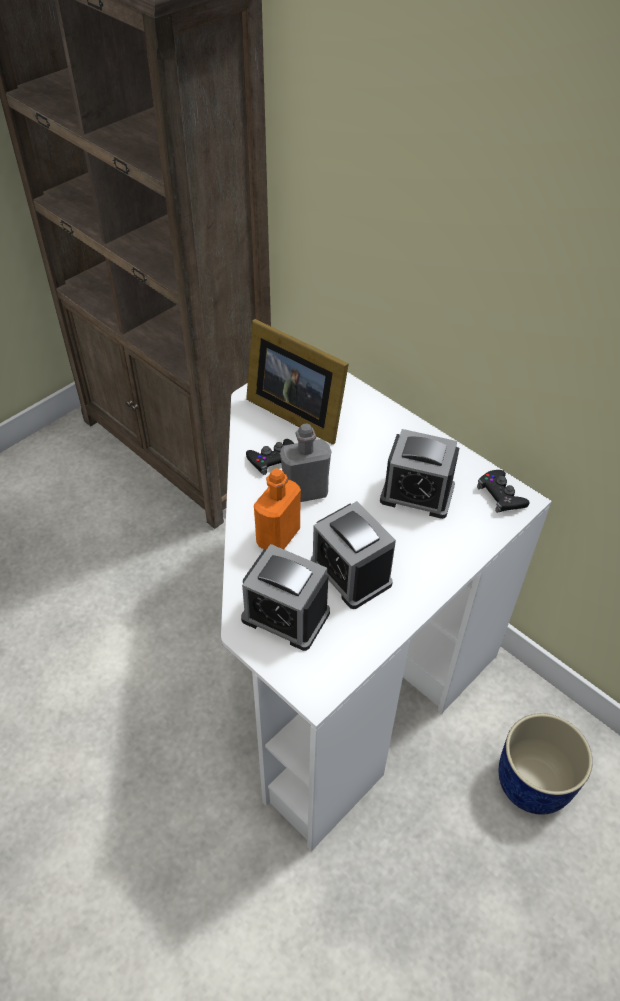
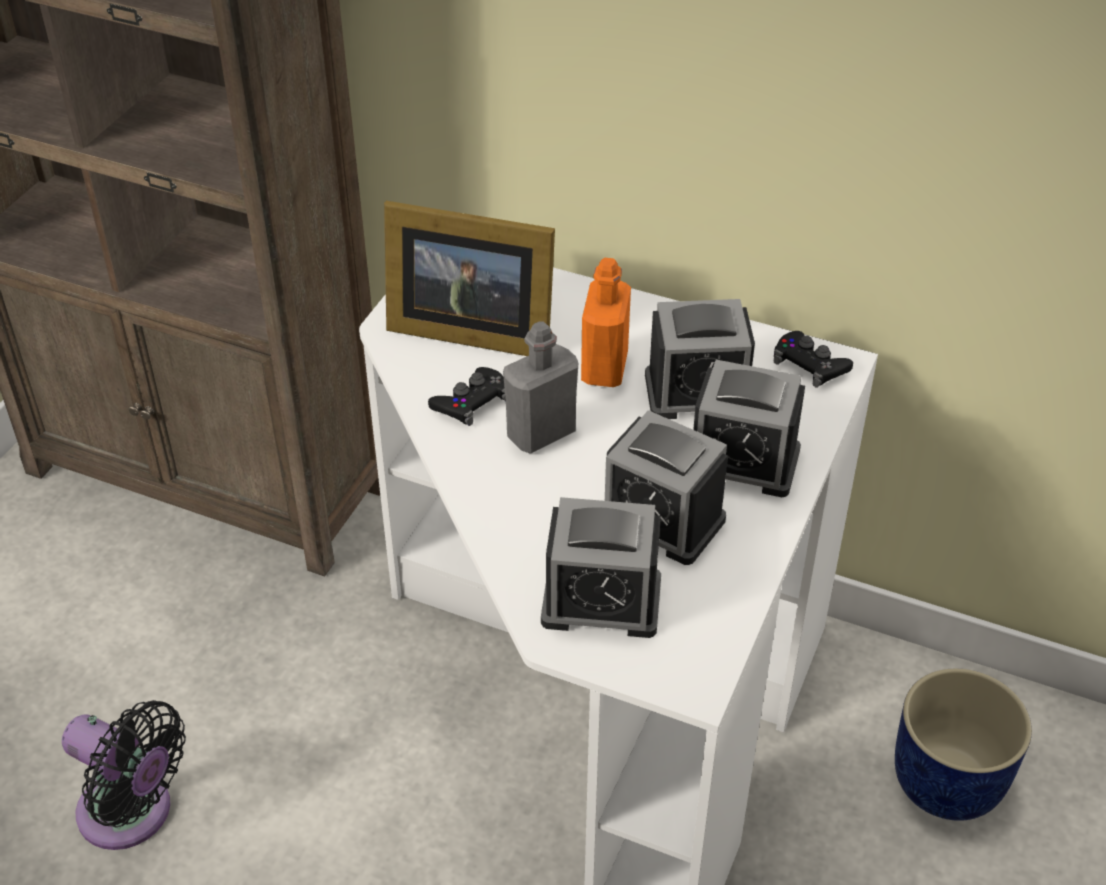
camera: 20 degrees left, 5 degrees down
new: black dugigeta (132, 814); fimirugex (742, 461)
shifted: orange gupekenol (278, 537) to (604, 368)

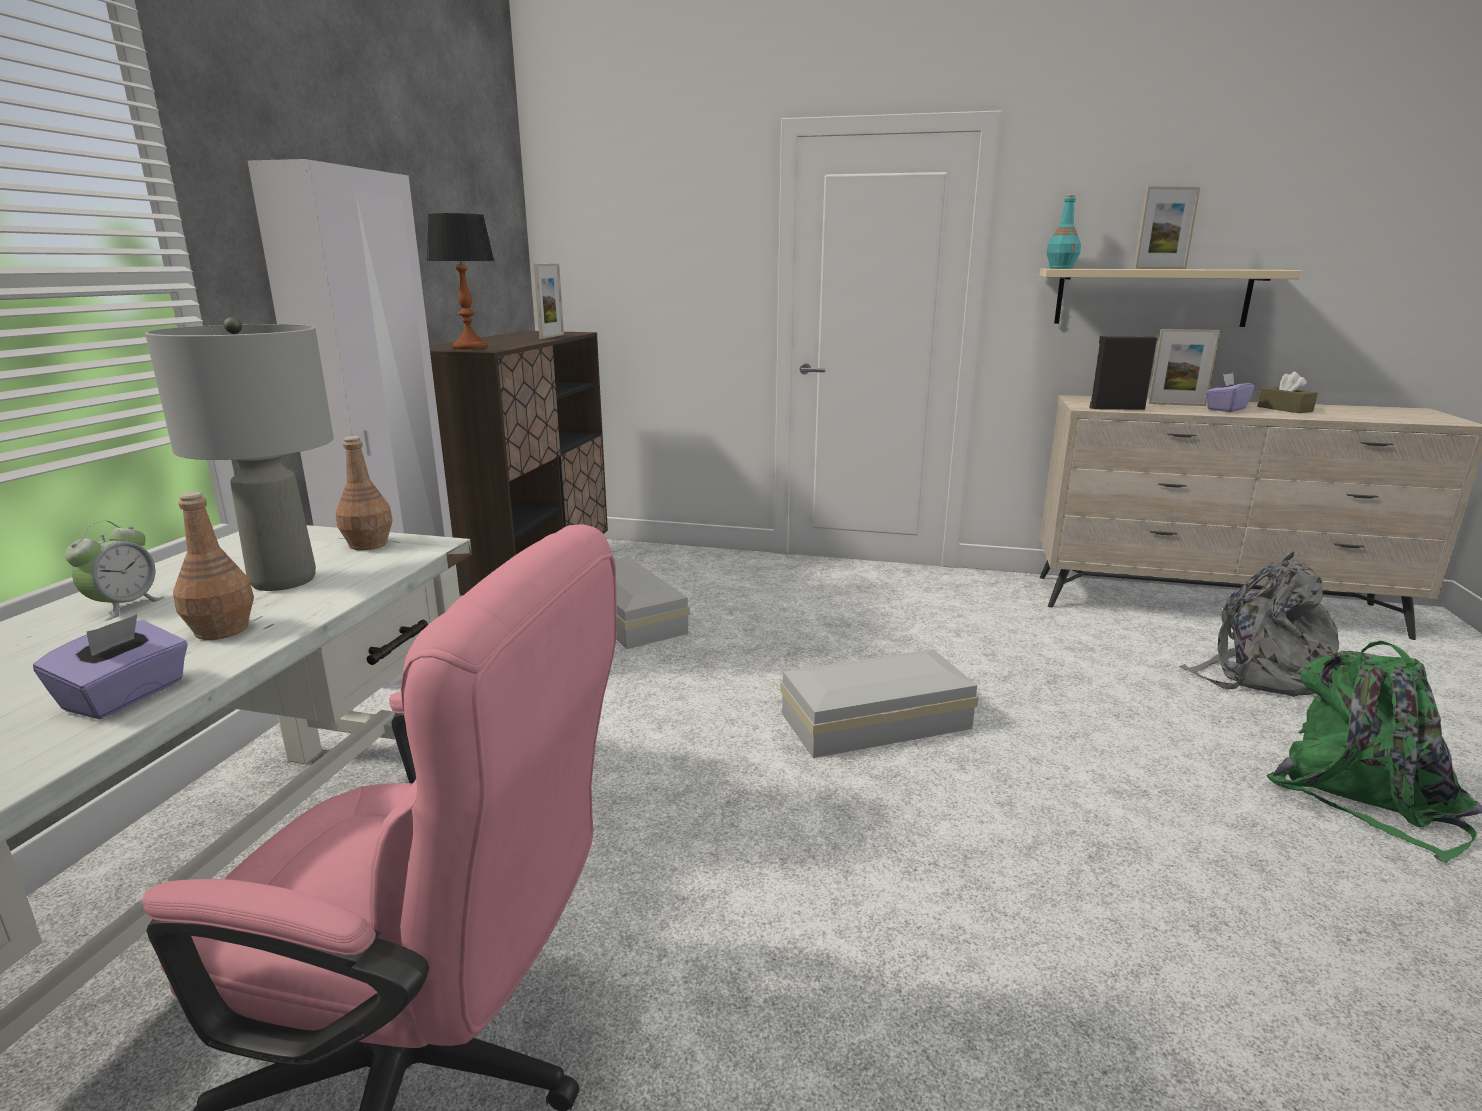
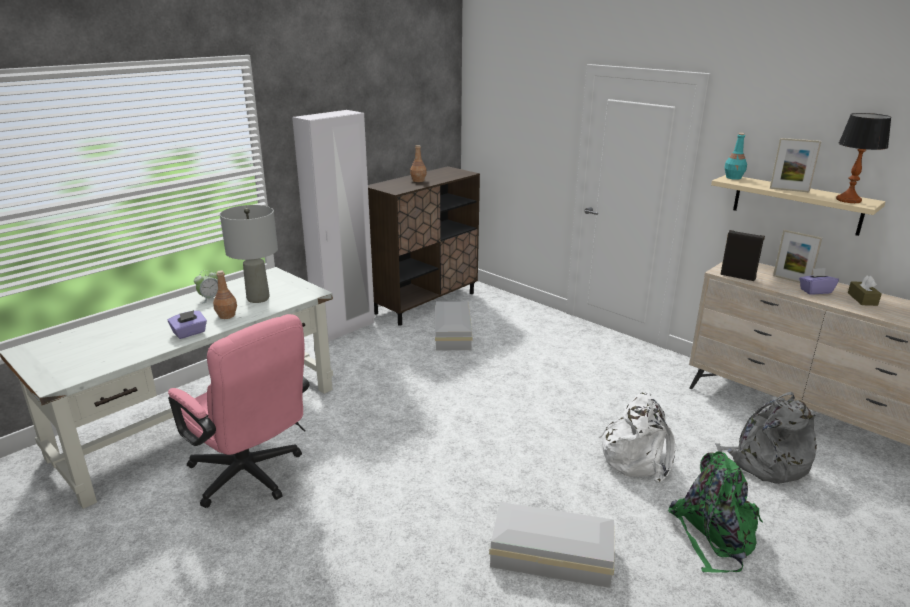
camera: 30 degrees right, 5 degrees up
gone: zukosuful (552, 336)
new: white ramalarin (637, 457)
shifted: brown gupekenol (368, 544) to (418, 180); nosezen (469, 347) to (848, 200); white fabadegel (872, 720) to (549, 554)

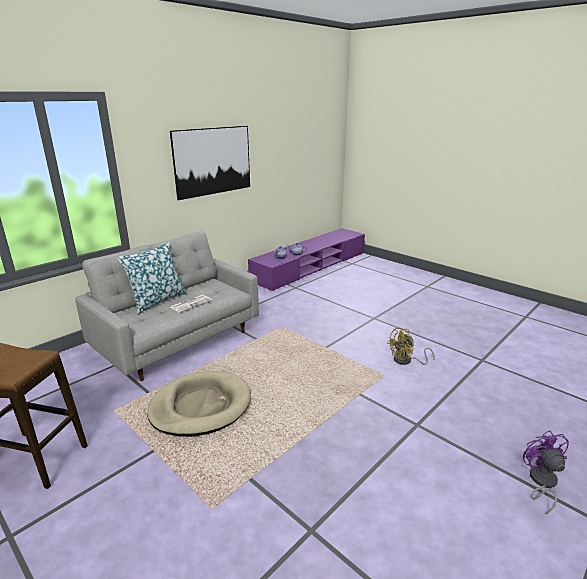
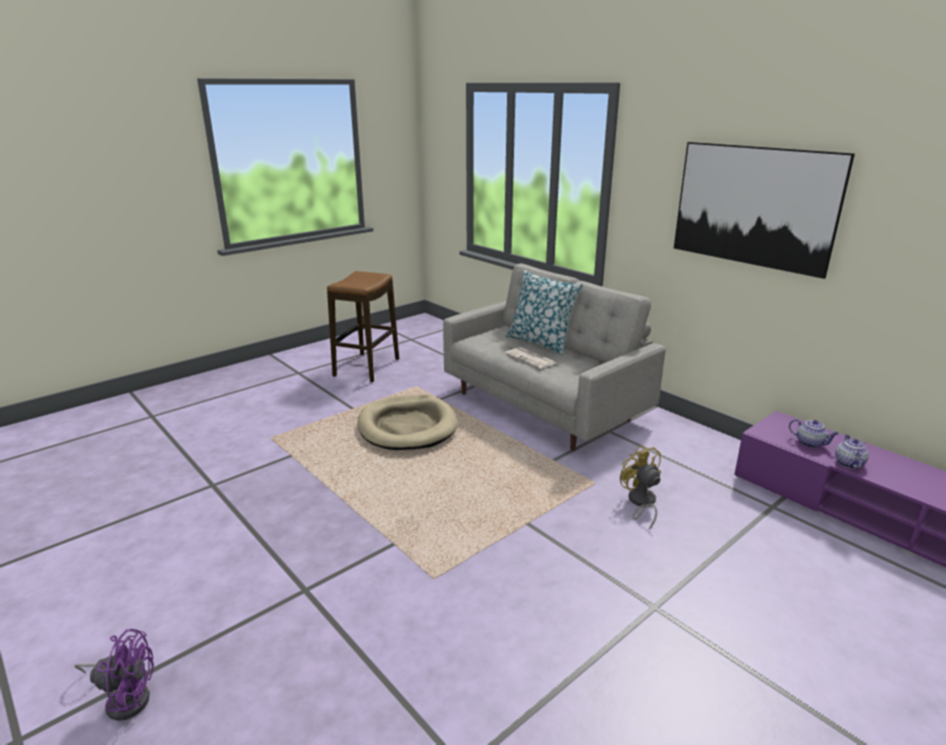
camera: 95 degrees right, 0 degrees up
shifted: yellow dugigeta (406, 361) to (640, 503)

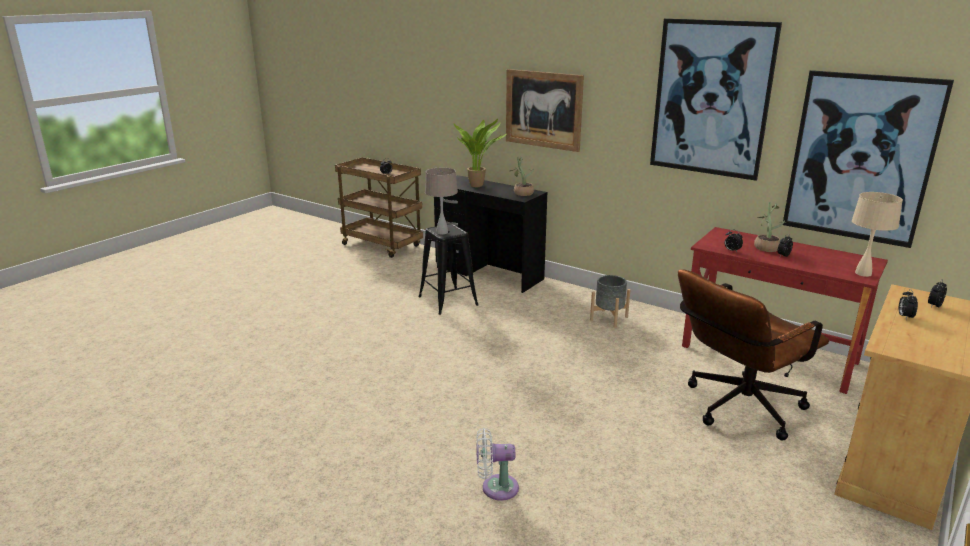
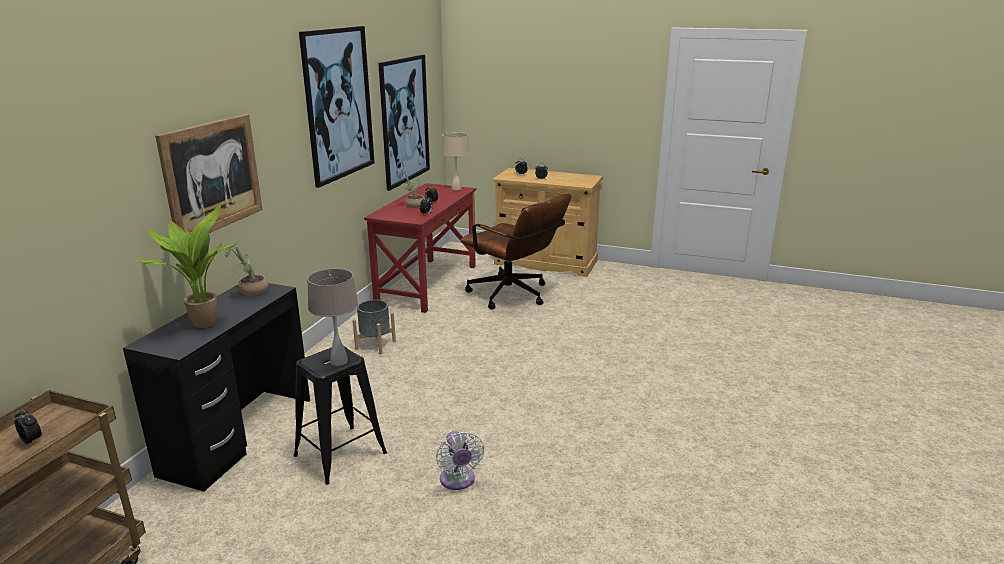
camera: 105 degrees left, 0 degrees up
shifted: white dugigeta (496, 488) to (458, 481)

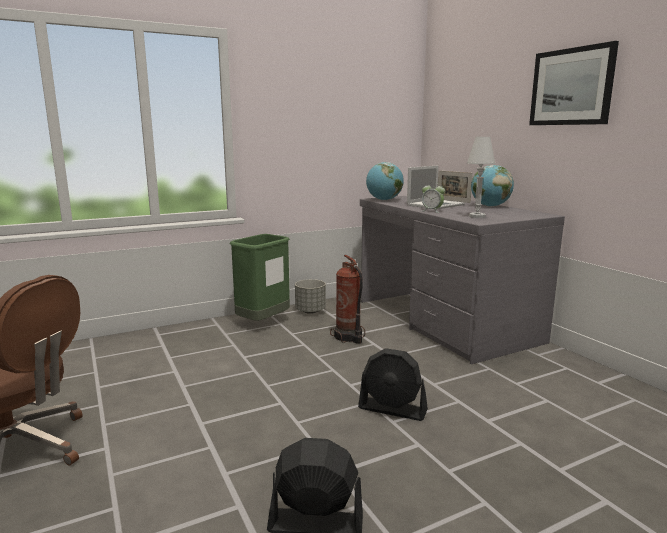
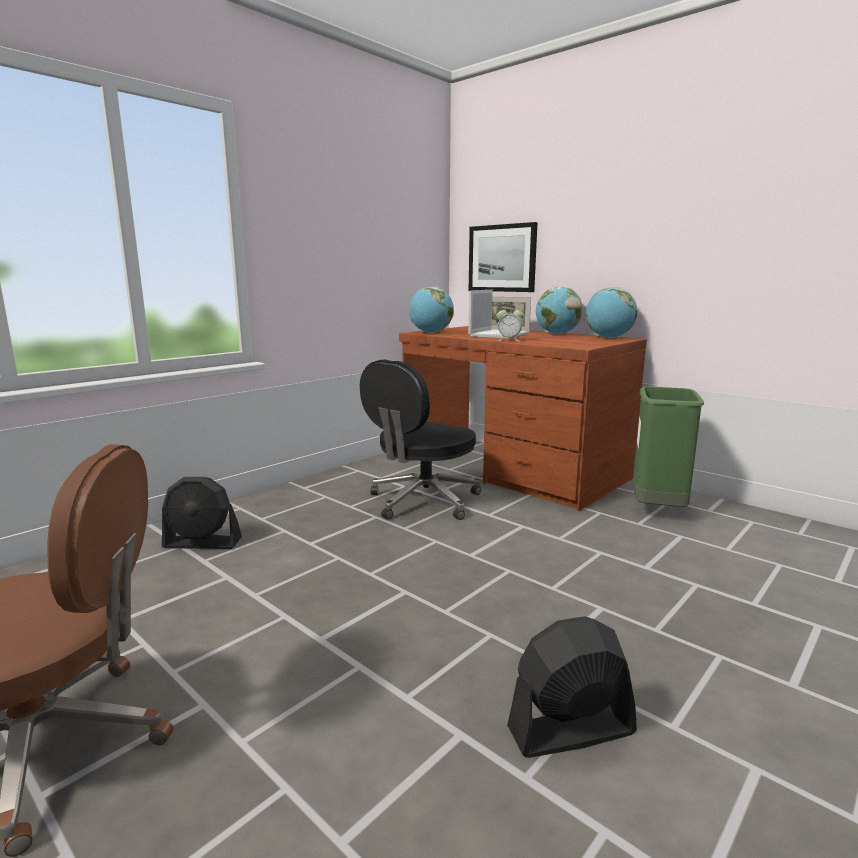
camera: 20 degrees left, 0 degrees up
gone: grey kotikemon (310, 311); white nosezen (477, 216)
new: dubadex (609, 338)
shifted: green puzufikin (263, 323) to (657, 509); black dugigeta (393, 409) to (202, 543); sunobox (571, 87) to (502, 258)
swapped: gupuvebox (348, 337) to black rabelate (423, 501)
repainted: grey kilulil (444, 321) to brown kilulil (512, 469)

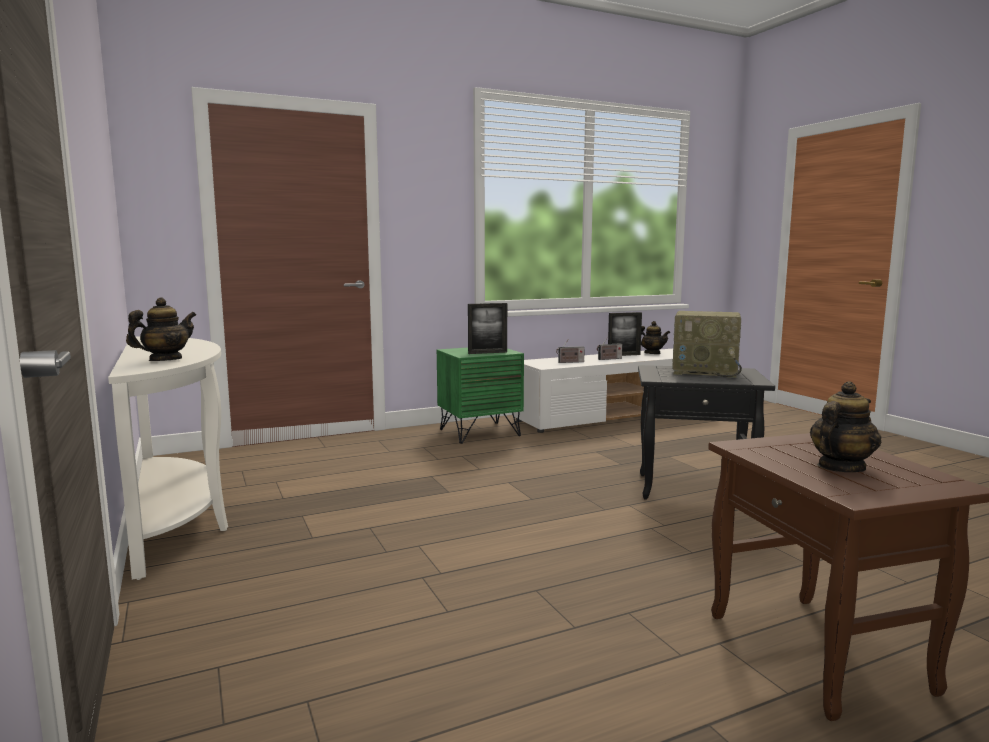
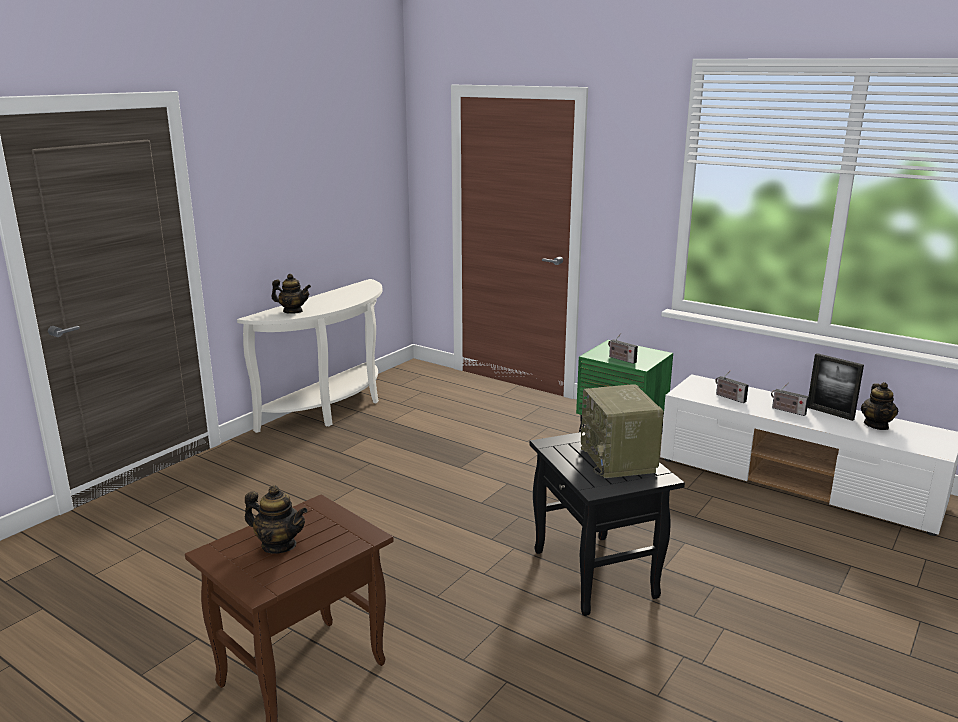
camera: 60 degrees right, 10 degrees up
swapped: zukosuful (487, 353) to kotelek (621, 359)

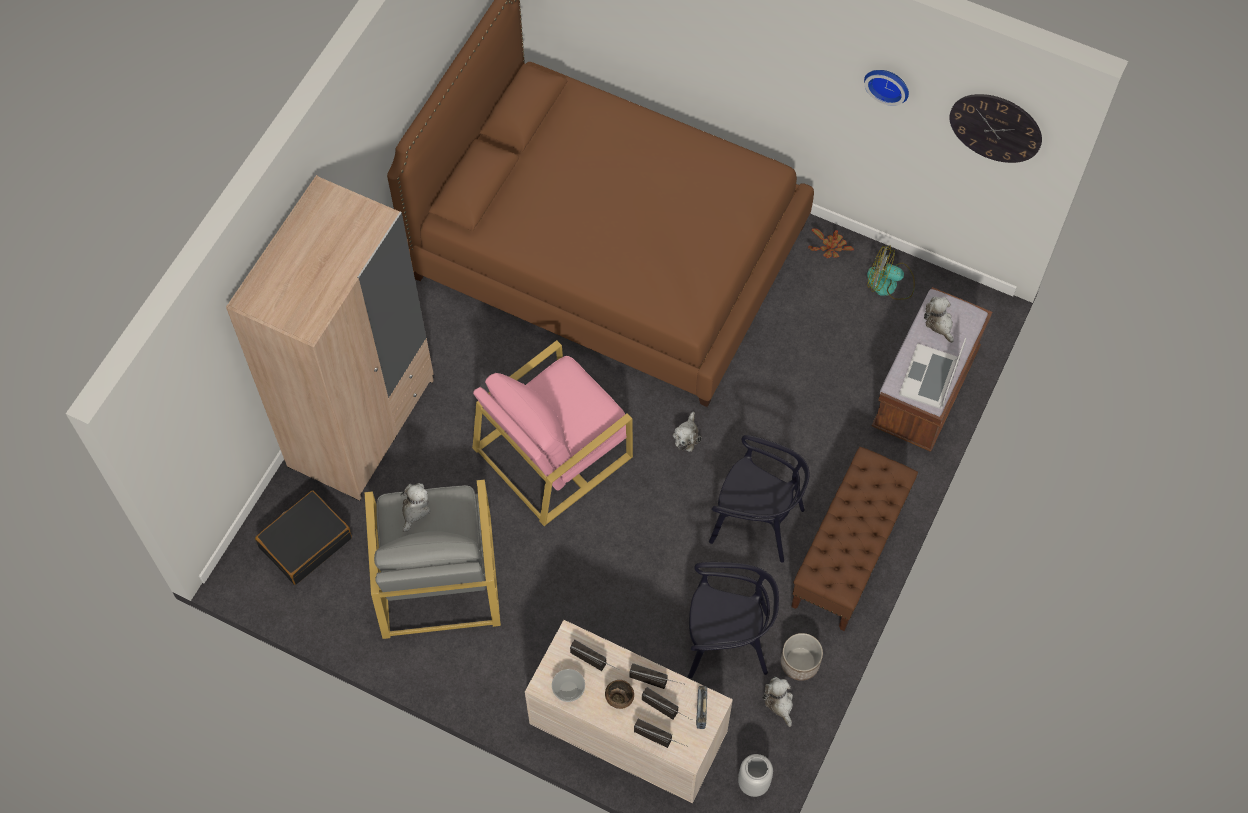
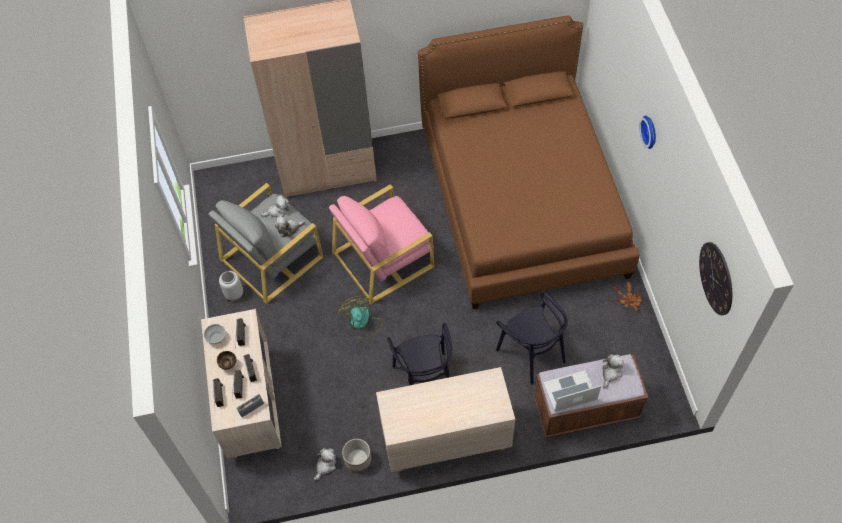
camera: 55 degrees right, 5 degrees down
gone: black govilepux (305, 542)
shifted: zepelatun (687, 436) to (289, 229); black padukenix (727, 641) to (531, 353); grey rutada (754, 782) to (234, 294); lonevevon (888, 84) to (650, 131); dugigeta (889, 284) to (362, 323)
swapped: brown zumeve (849, 554) to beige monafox (445, 440)
rotated: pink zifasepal (554, 451) = (384, 258) 45 degrees counterclockwise

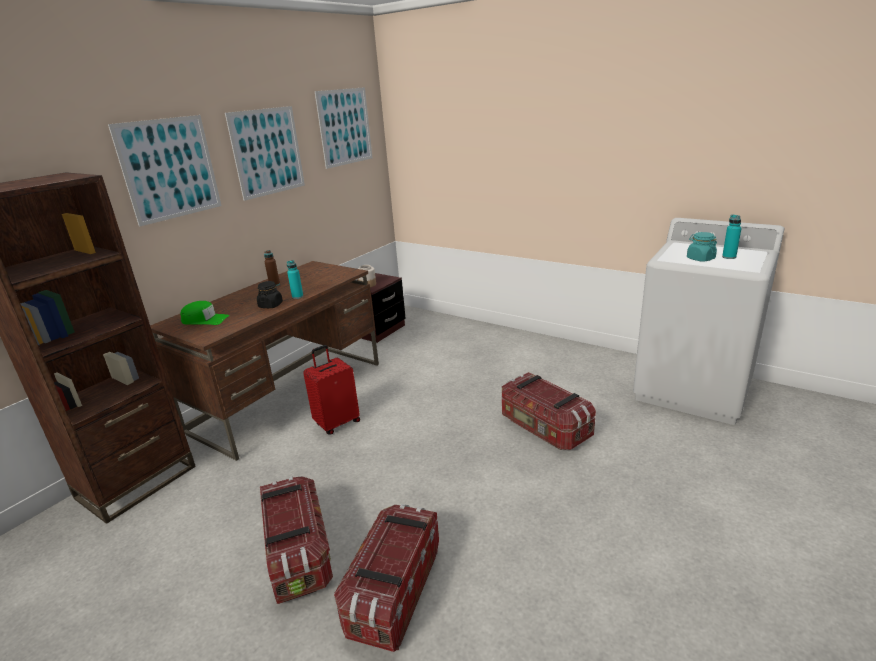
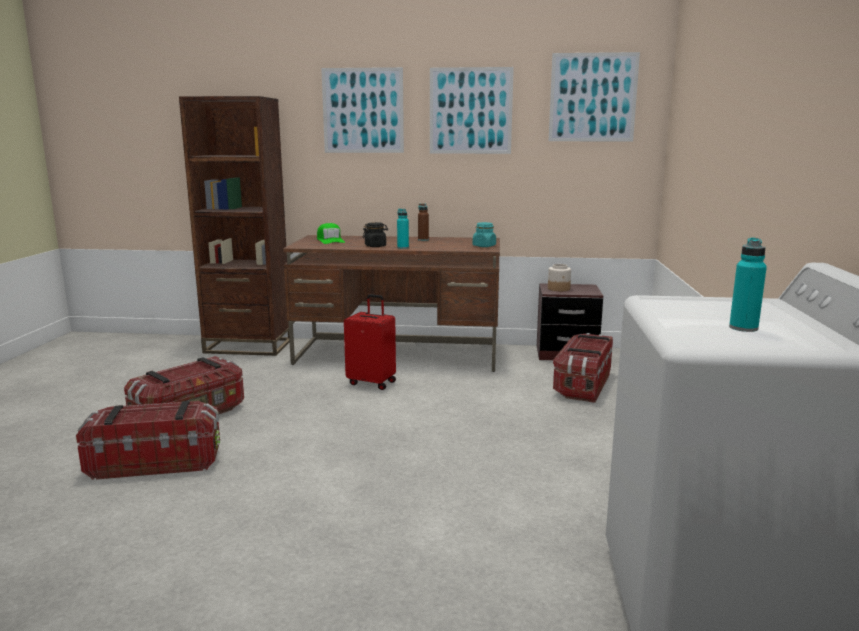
camera: 60 degrees right, 10 degrees down
shifted: fabadegel (544, 428) to (582, 385); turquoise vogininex (700, 259) to (484, 246)

